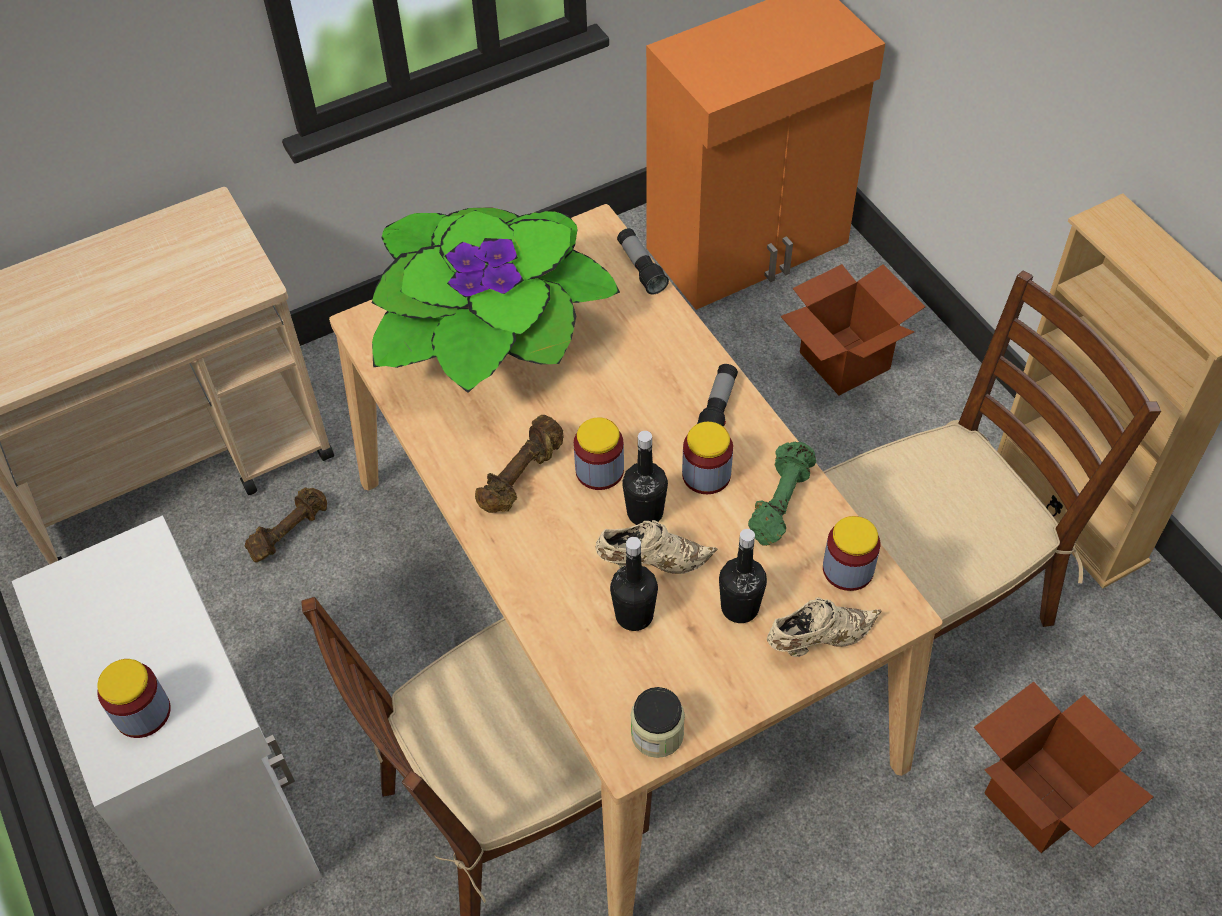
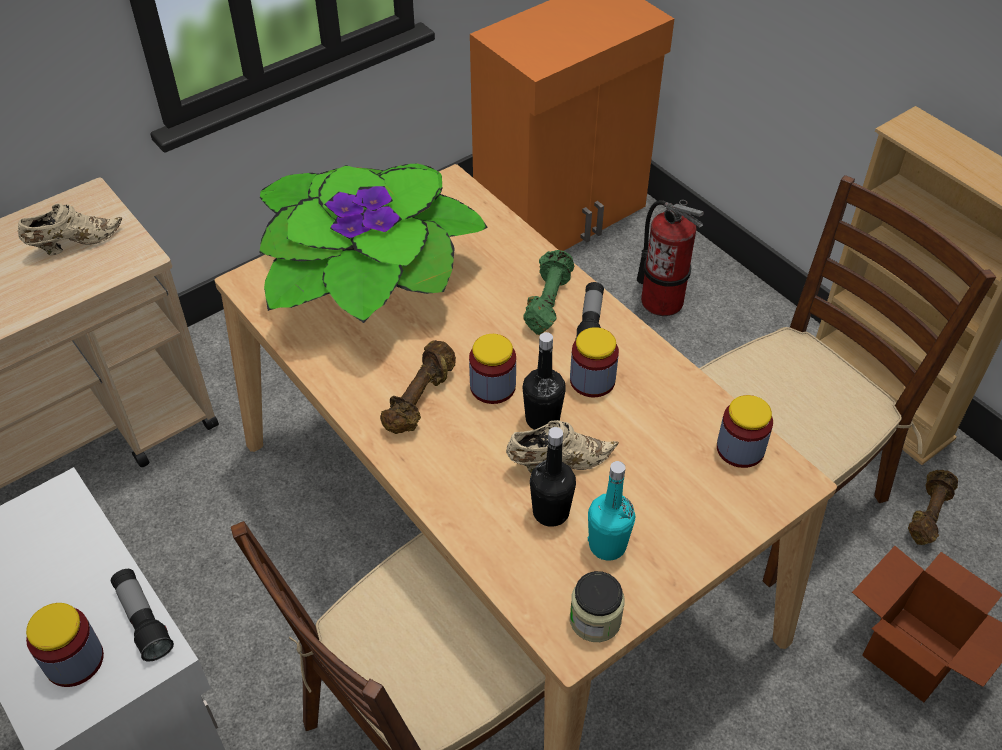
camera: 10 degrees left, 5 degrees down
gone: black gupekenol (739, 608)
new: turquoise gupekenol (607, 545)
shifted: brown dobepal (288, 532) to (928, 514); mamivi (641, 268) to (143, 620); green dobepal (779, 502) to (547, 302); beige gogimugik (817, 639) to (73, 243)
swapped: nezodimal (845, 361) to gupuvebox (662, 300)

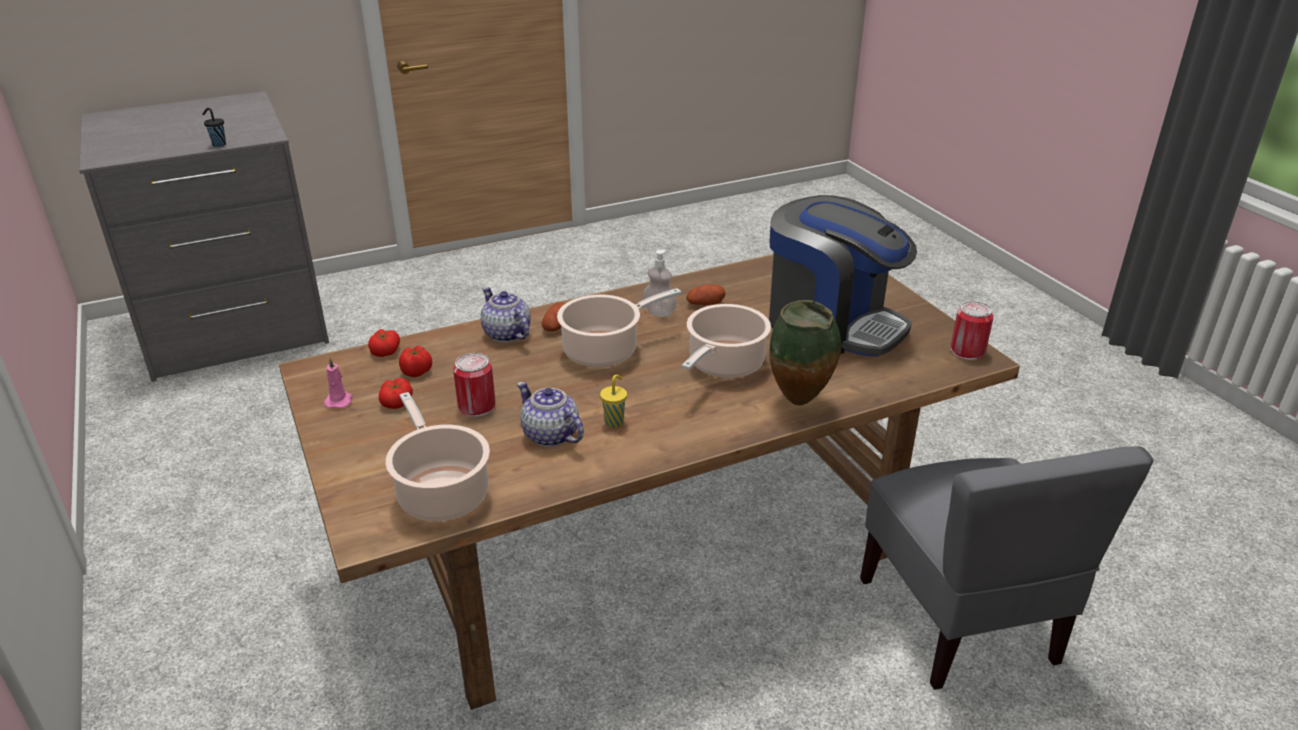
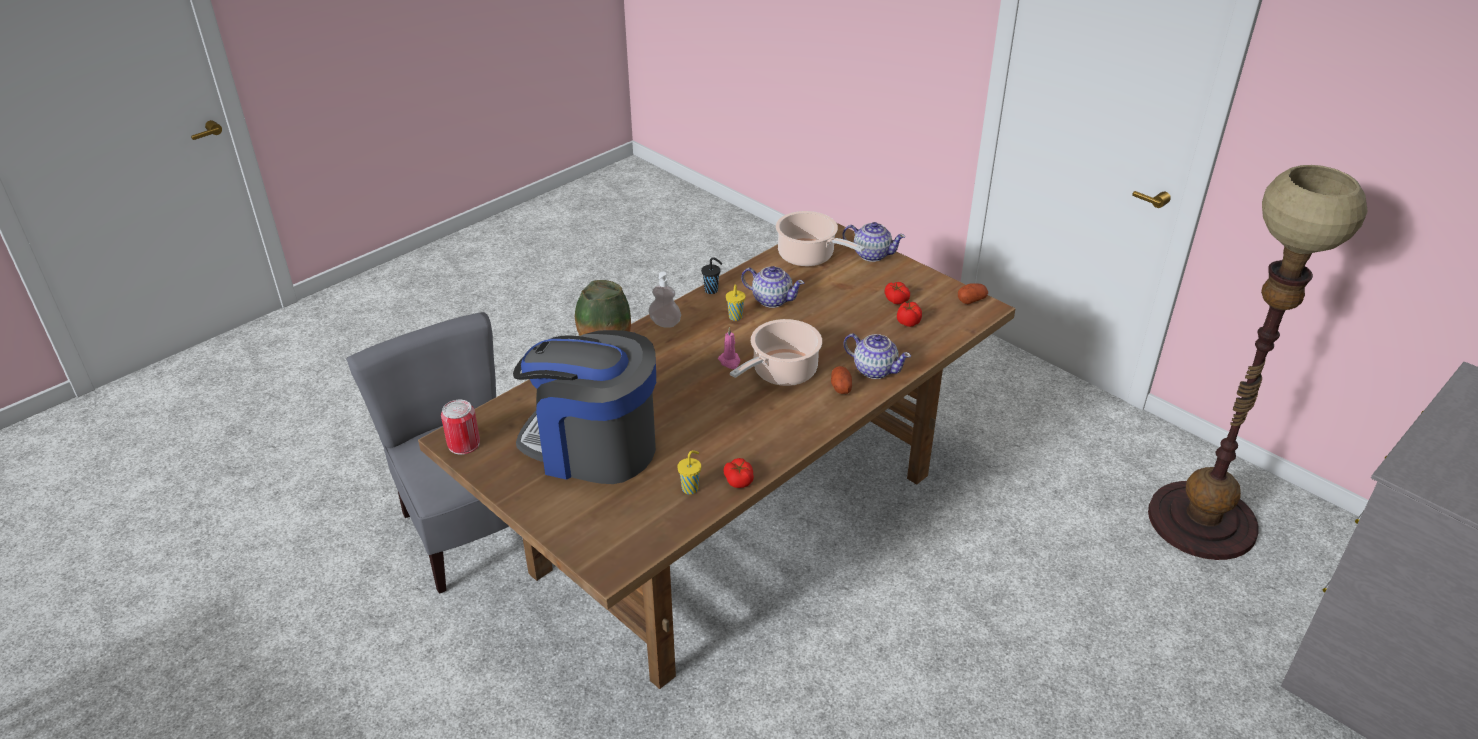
camera: 160 degrees right, 5 degrees up
gone: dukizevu (477, 406); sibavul (723, 365)
new: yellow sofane (691, 488); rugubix (871, 254); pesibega (1202, 521)
shifted: black sofane (218, 145) to (712, 290); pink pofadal (339, 401) to (730, 361); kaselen (385, 351) to (739, 480); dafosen (659, 312) to (665, 323); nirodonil (705, 304) to (971, 300)

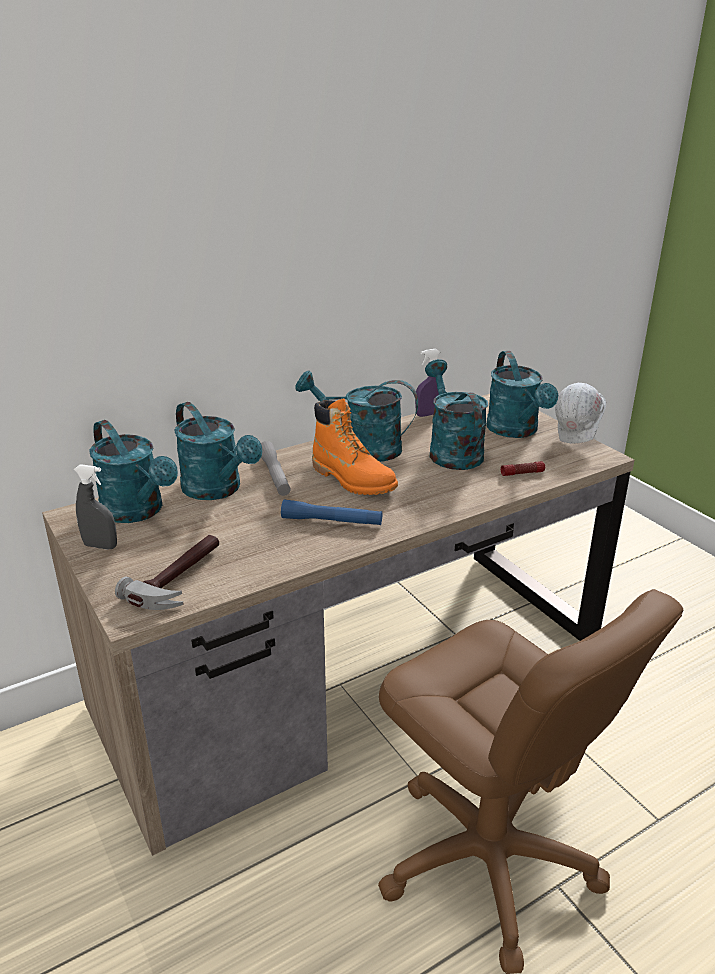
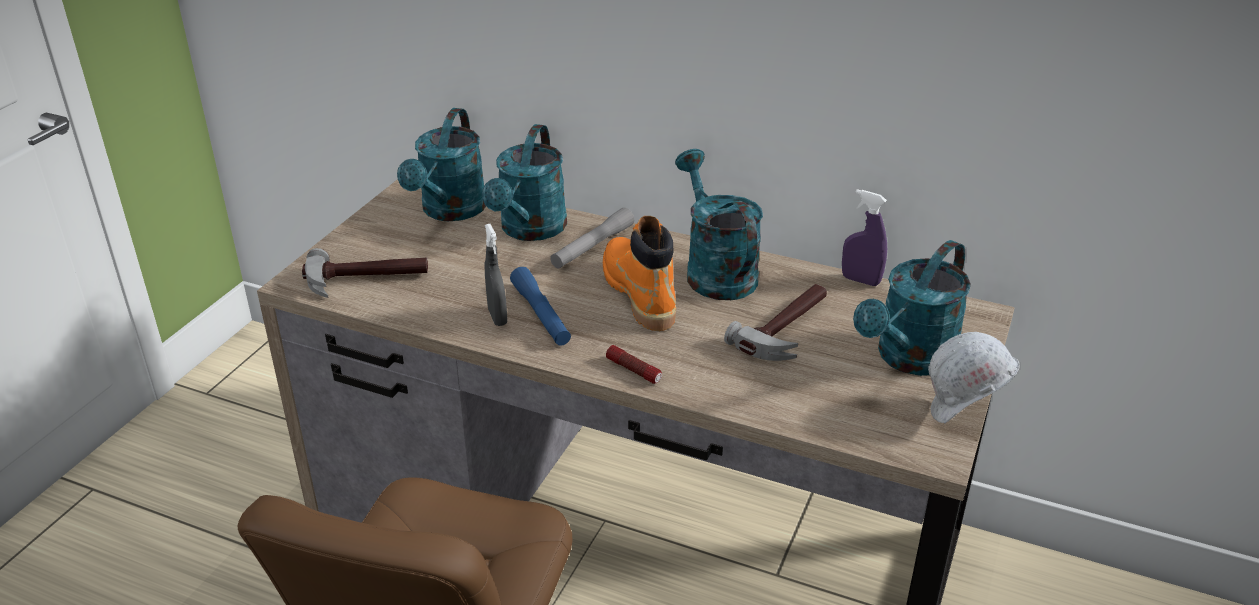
camera: 55 degrees right, 5 degrees up
shifted: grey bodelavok (100, 546) to (497, 317); mamivi (522, 473) to (634, 370)
swapped: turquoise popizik (451, 451) to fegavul (788, 330)
rotated: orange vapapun (353, 479) = (639, 293) 150 degrees clockwise

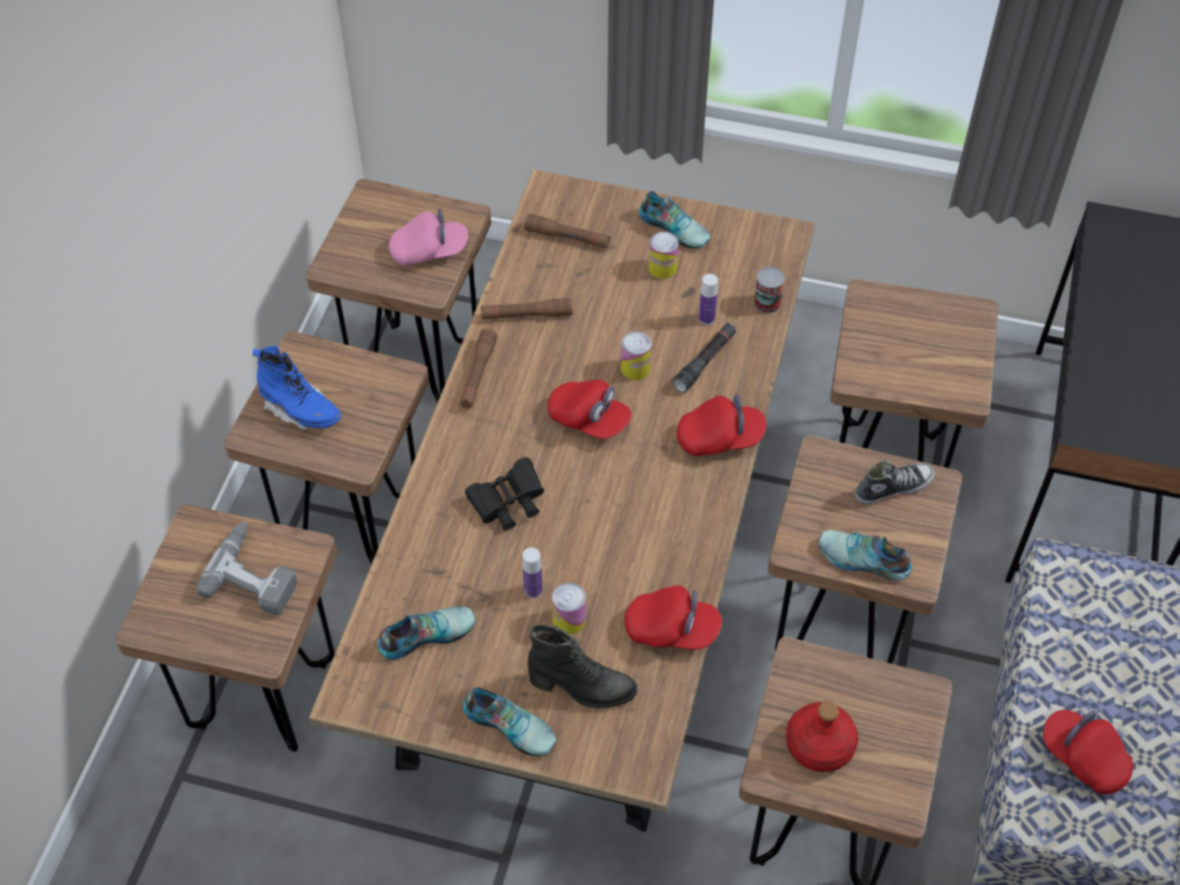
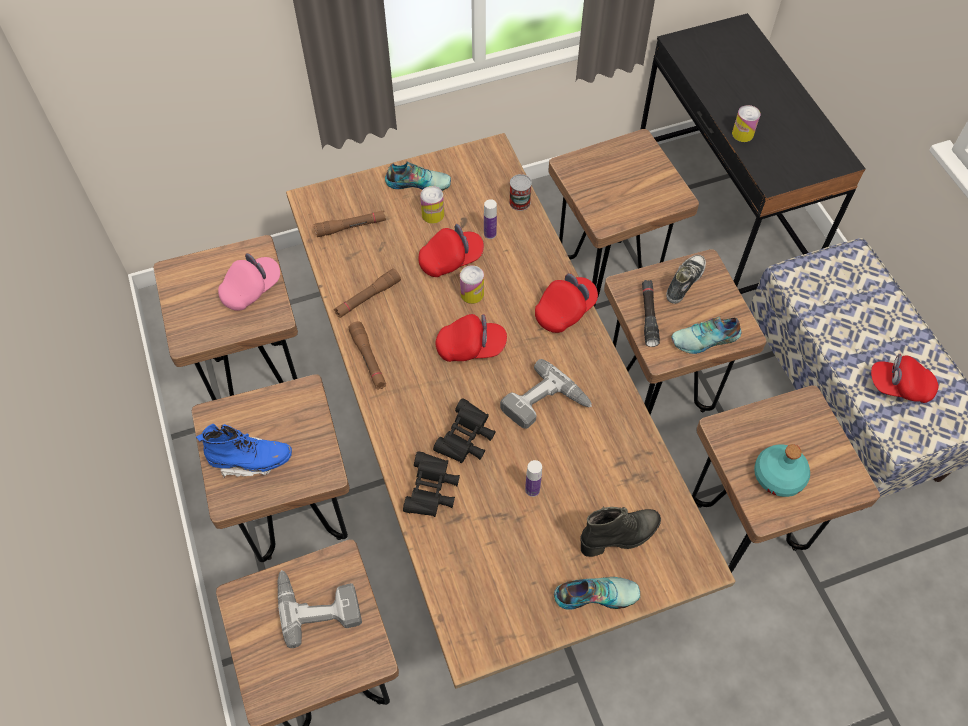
camera: 35 degrees left, 5 degrees up
gone: gogimugik (426, 634)
new: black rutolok (432, 491); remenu (545, 406)
shifted: dukizevu (569, 619) to (742, 134); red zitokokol (672, 630) to (451, 260); black mamivi (705, 362) to (648, 316)
repainted: red gupekenol (819, 746) to turquoise gupekenol (779, 477)

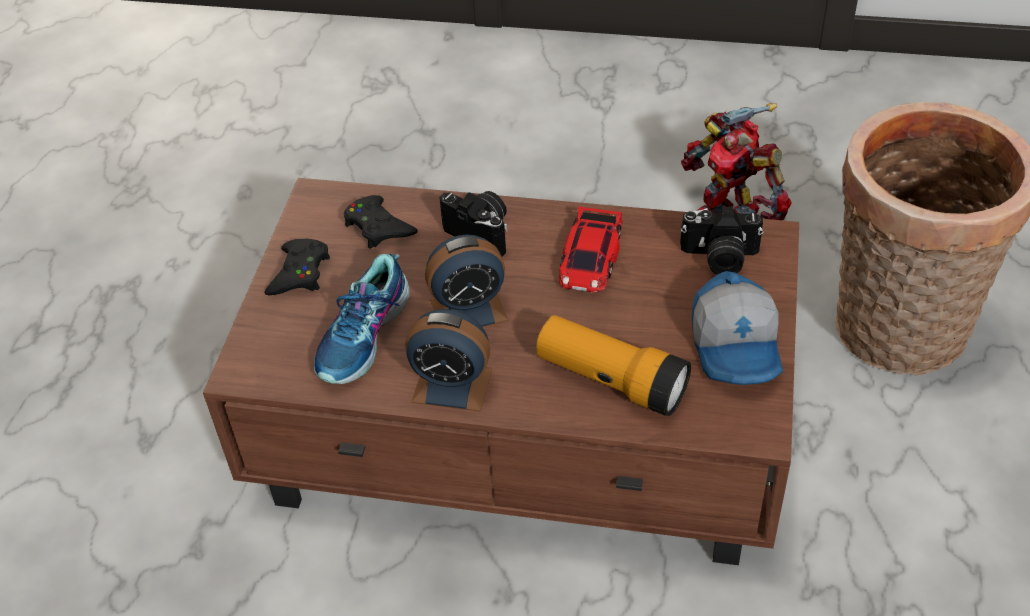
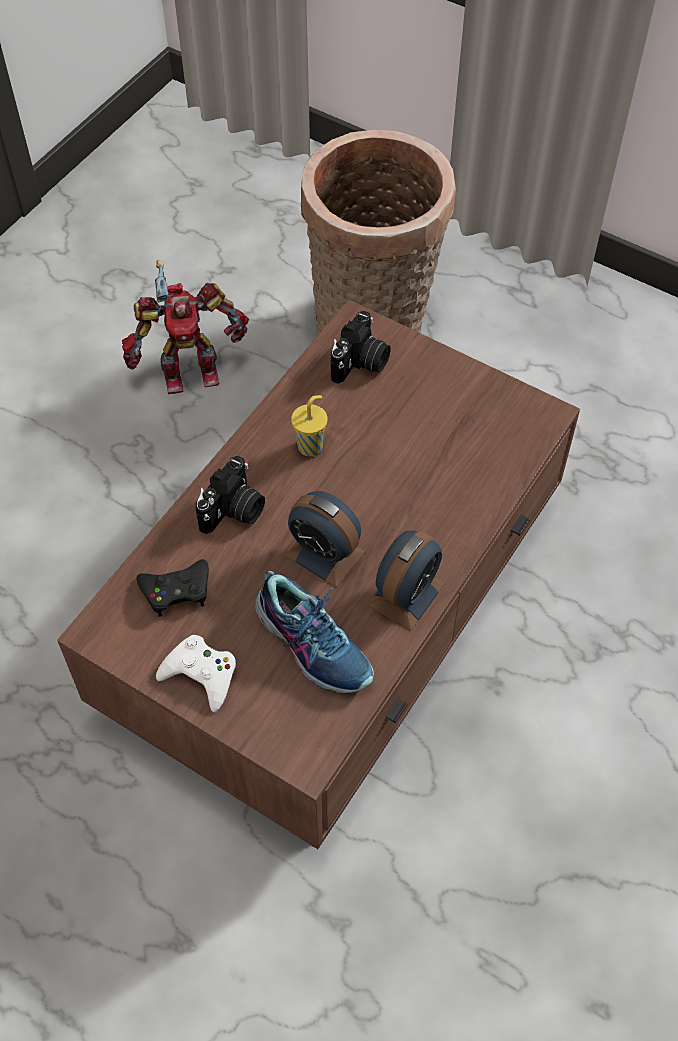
camera: 70 degrees left, 10 degrees up
gone: mamivi (611, 380); zitokokol (737, 346)
swapped: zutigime (590, 257) to yellow sofane (311, 445)
repainted: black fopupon (299, 273) to white fopupon (201, 674)
rotated: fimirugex (468, 310) = (325, 554) 120 degrees clockwise; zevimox (482, 232) = (234, 511) 150 degrees clockwise

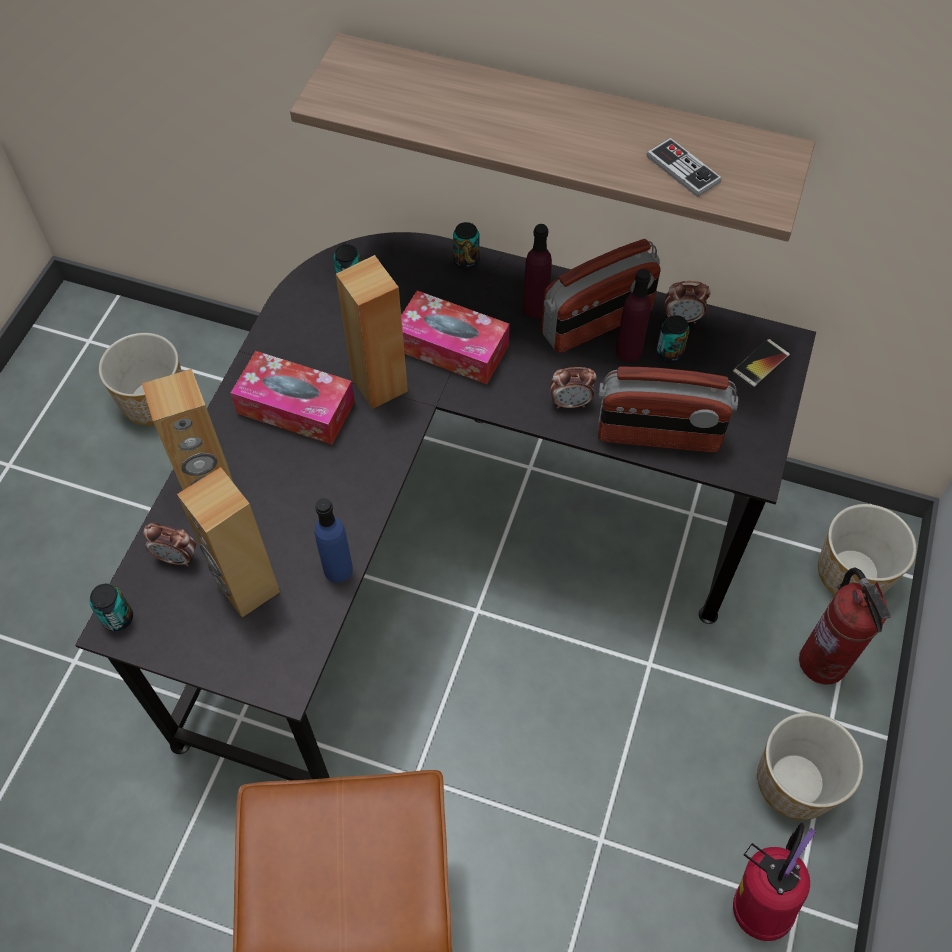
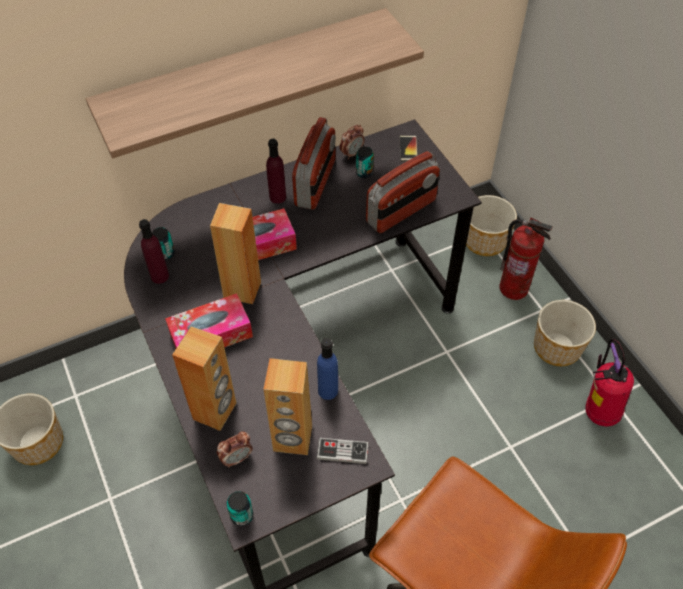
camera: 45 degrees left, 5 degrees down
gone: dukizevu (466, 261); fimirugex (570, 403)
shifted: purple gupekenol (629, 351) to (159, 276); fopupon (683, 169) to (342, 451)

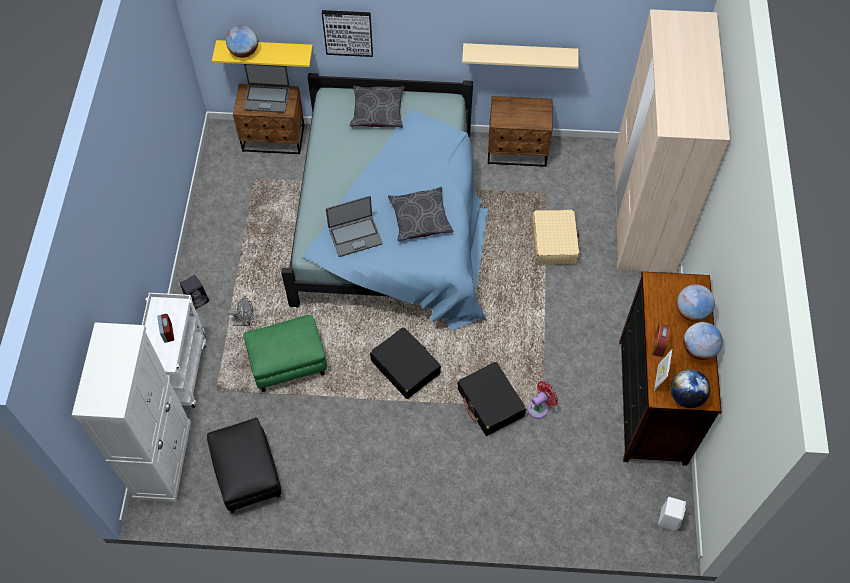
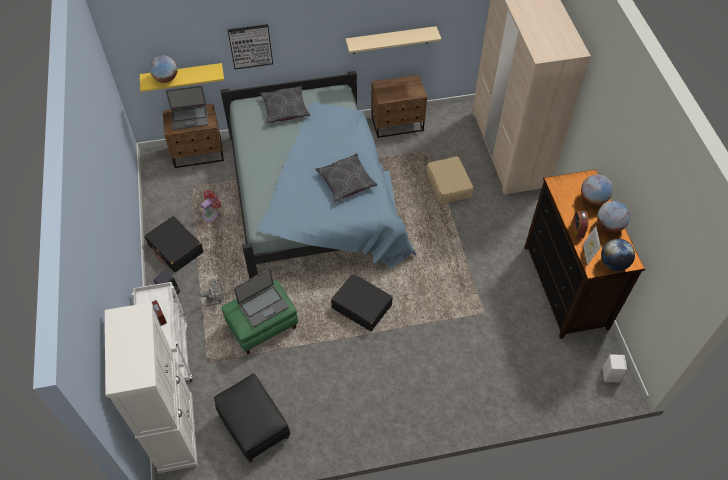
camera: 15 degrees left, 5 degrees down
shifted: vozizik (355, 236) to (263, 305); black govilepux (490, 403) to (175, 249); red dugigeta (539, 407) to (211, 214)

